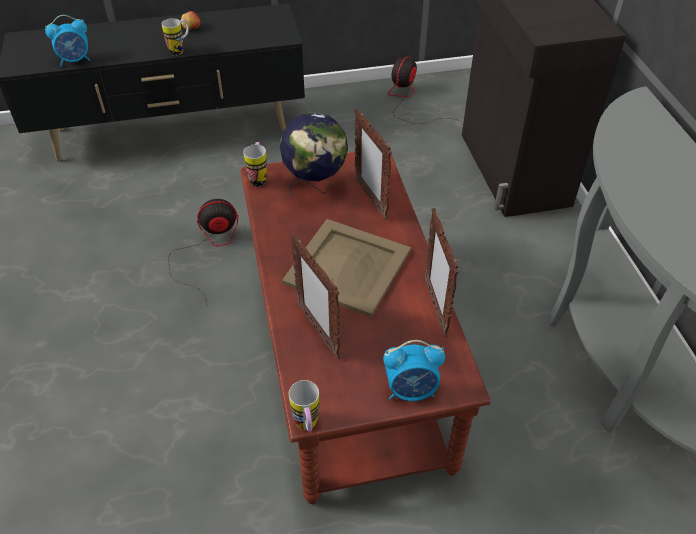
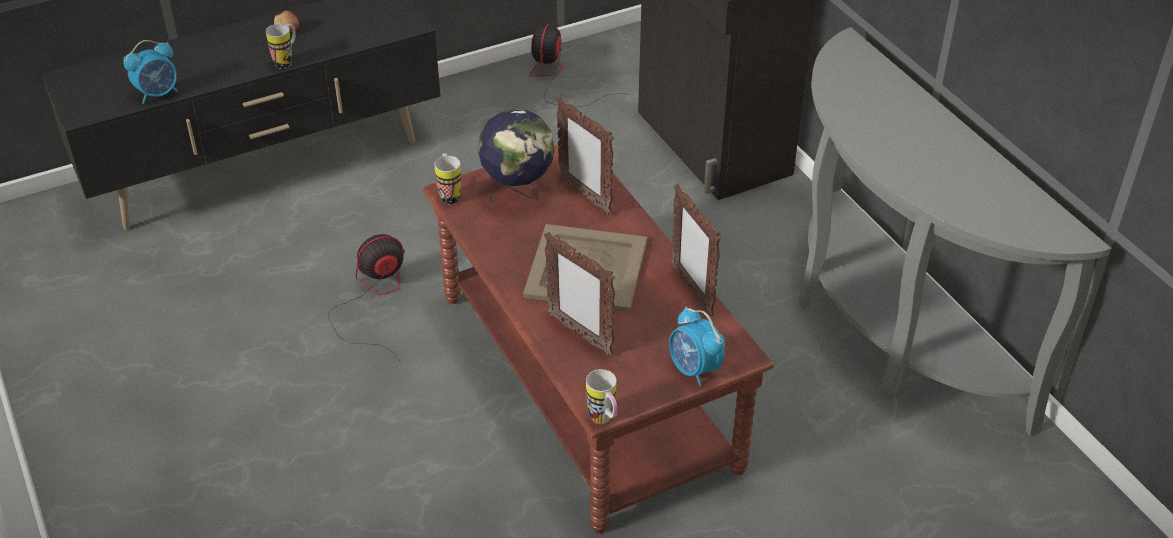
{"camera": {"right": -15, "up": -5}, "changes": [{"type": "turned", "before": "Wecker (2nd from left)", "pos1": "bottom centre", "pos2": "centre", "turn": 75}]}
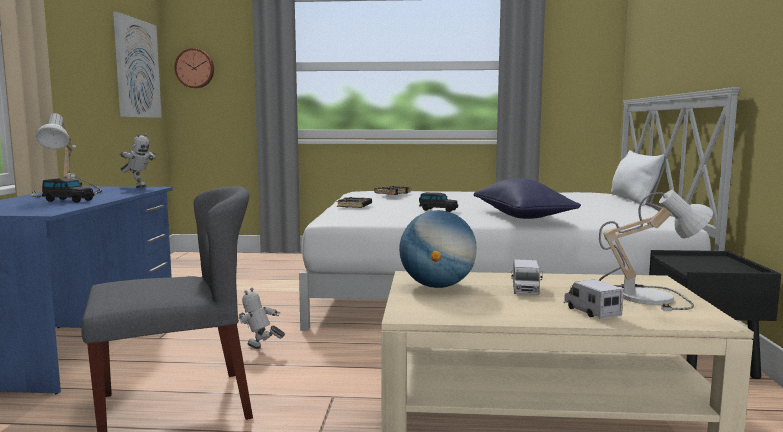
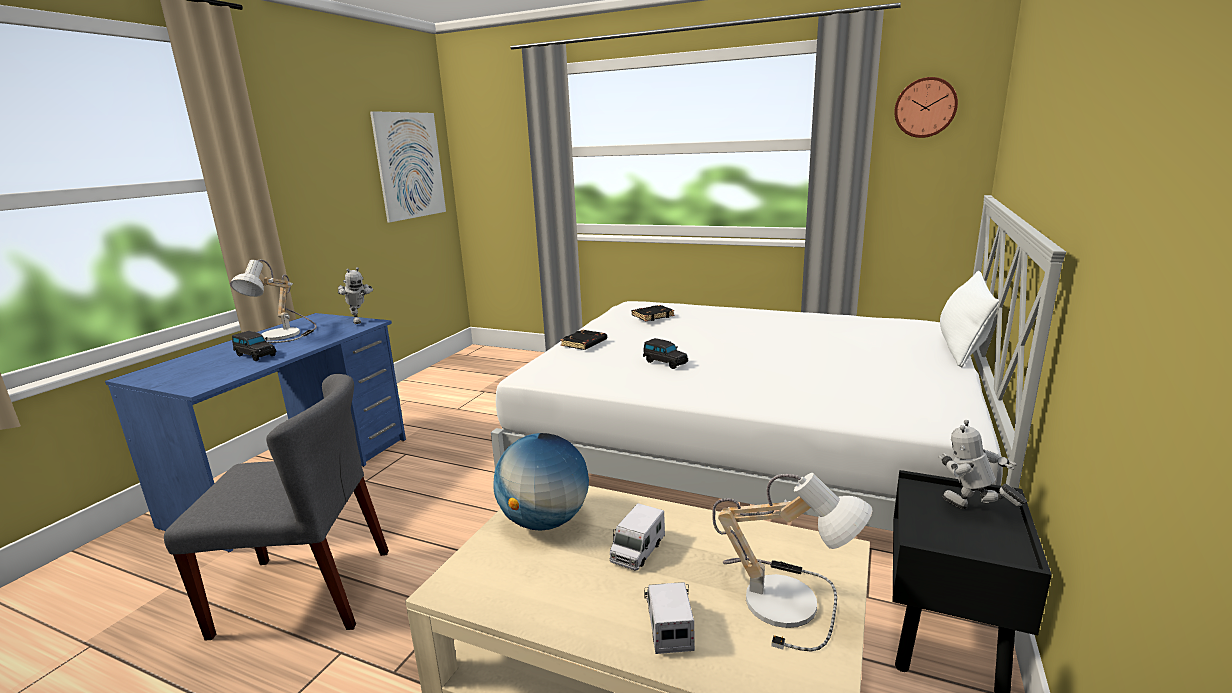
{"camera": {"right": 20, "up": 10}, "changes": [{"type": "moved", "before": "Wanduhr", "pos1": "top left", "pos2": "top right"}, {"type": "moved", "before": "Spielzeugroboter (2nd from left)", "pos1": "bottom centre", "pos2": "bottom right"}, {"type": "removed", "before": "Kissen (blau)", "pos1": "middle right"}]}
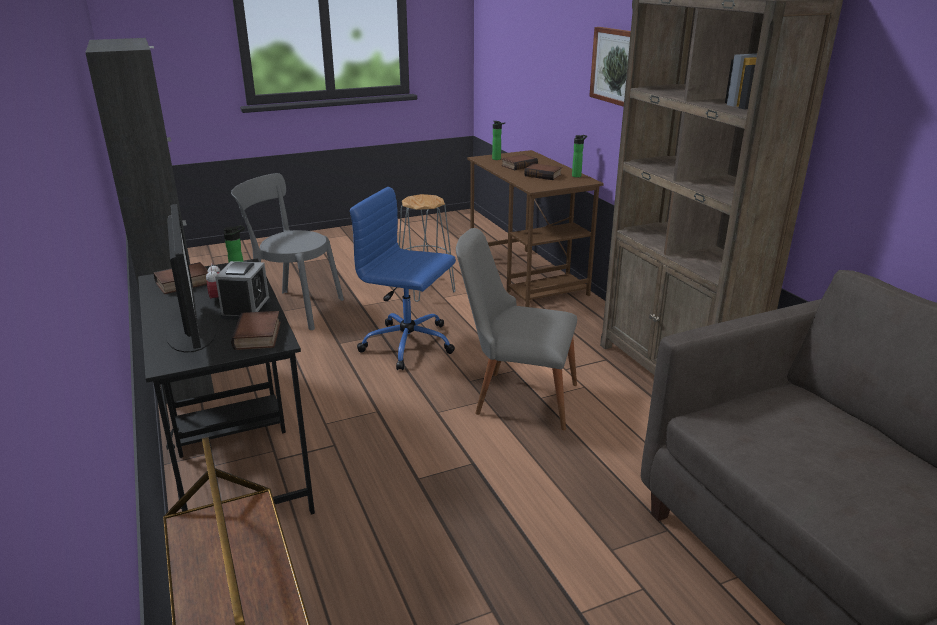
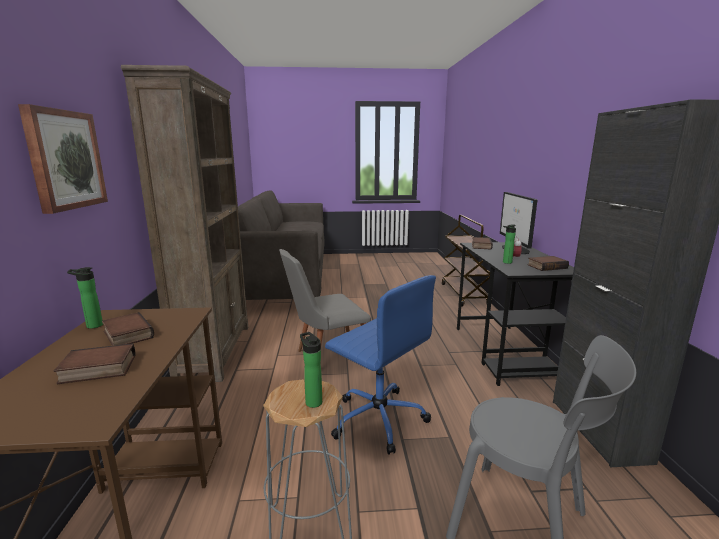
{"camera": {"right": -160, "up": -10}, "changes": [{"type": "removed", "before": "Wecker (2nd from left)", "pos1": "middle left"}, {"type": "turned", "before": "Stuhl (grau) (2nd from left in the first image)", "pos1": "centre", "pos2": "centre", "turn": 120}, {"type": "moved", "before": "Flasche (2nd from left)", "pos1": "top centre", "pos2": "bottom centre"}]}
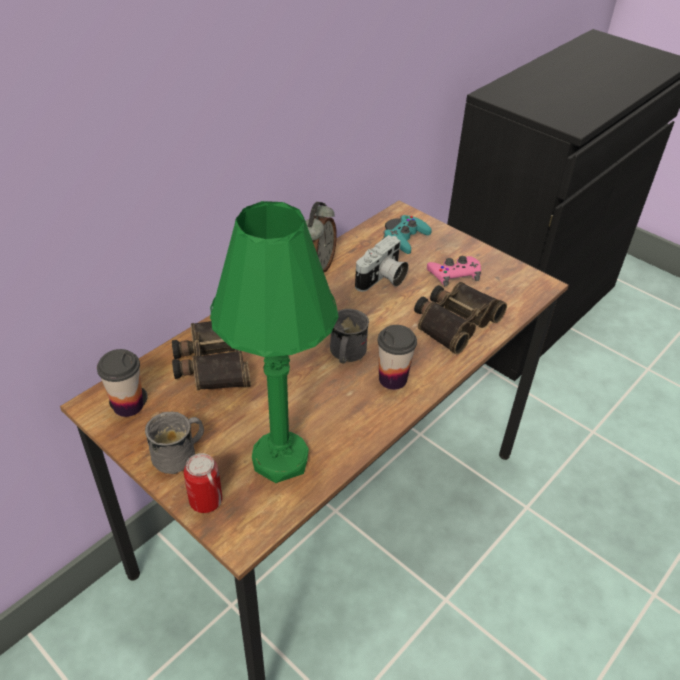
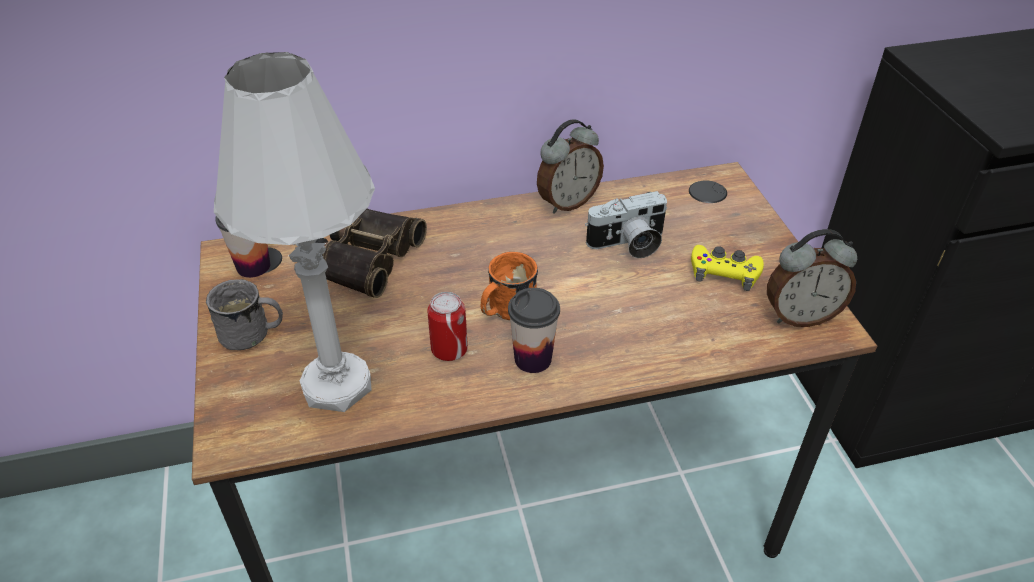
{"camera": {"right": 35, "up": 0}, "changes": [{"type": "moved", "before": "Dose", "pos1": "bottom left", "pos2": "centre"}, {"type": "recoloured", "before": "Tischlampe (grün)", "after": "Tischlampe (weiß)", "pos1": "centre", "pos2": "middle left"}, {"type": "recoloured", "before": "Henkelbecher (grau) (2nd from left)", "after": "Henkelbecher (orange)", "pos1": "centre", "pos2": "centre"}, {"type": "removed", "before": "Gamepad (türkis)", "pos1": "centre"}, {"type": "removed", "before": "Fernglas (2nd from left)", "pos1": "middle right"}, {"type": "recoloured", "before": "Gamepad (rosa)", "after": "Gamepad (gelb)", "pos1": "middle right", "pos2": "middle right"}, {"type": "added", "after": "Wecker (2nd from left)", "pos2": "middle right"}]}
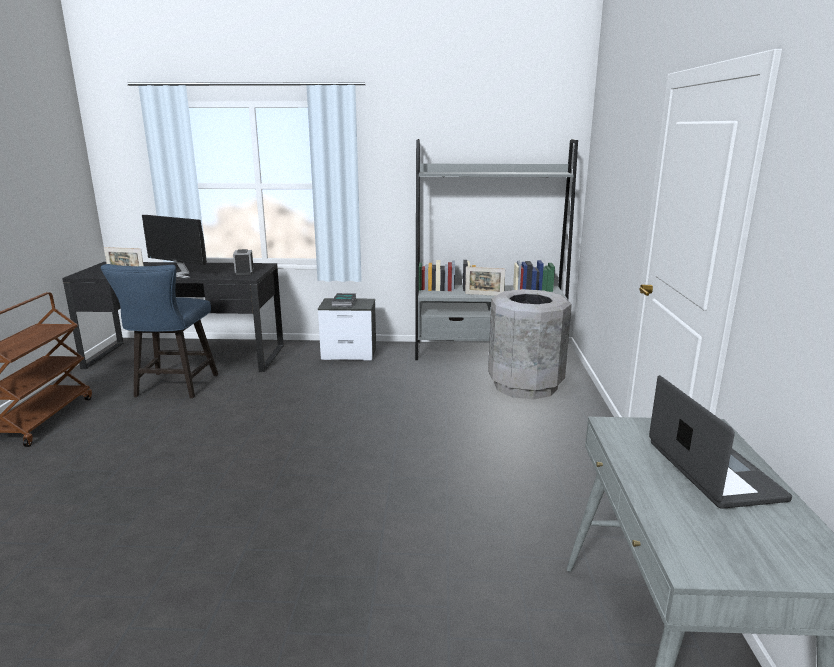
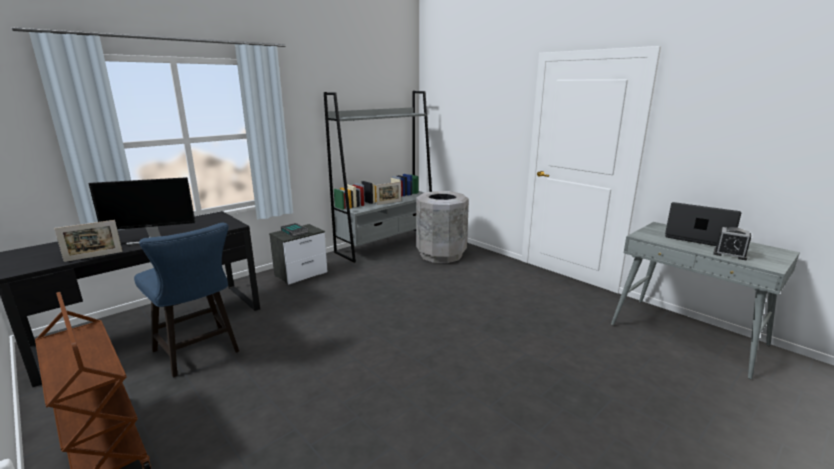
{"camera": {"right": -45, "up": 0}, "changes": [{"type": "moved", "before": "Wecker", "pos1": "middle left", "pos2": "middle right"}]}
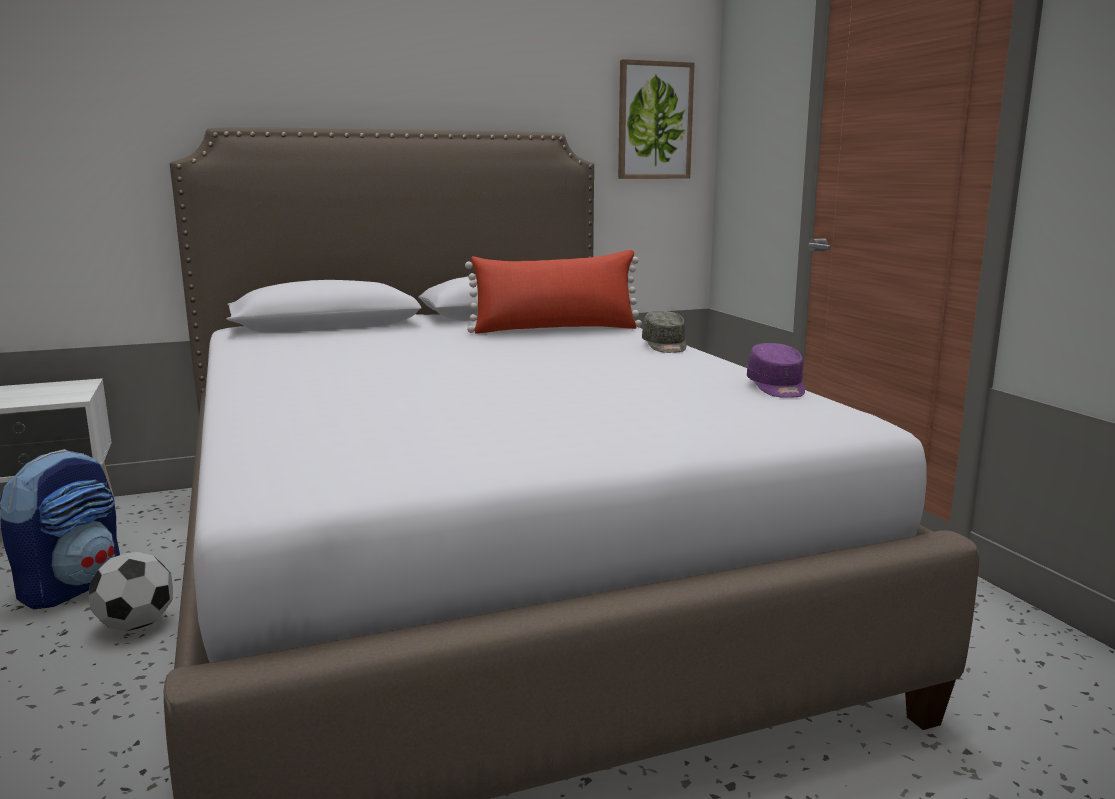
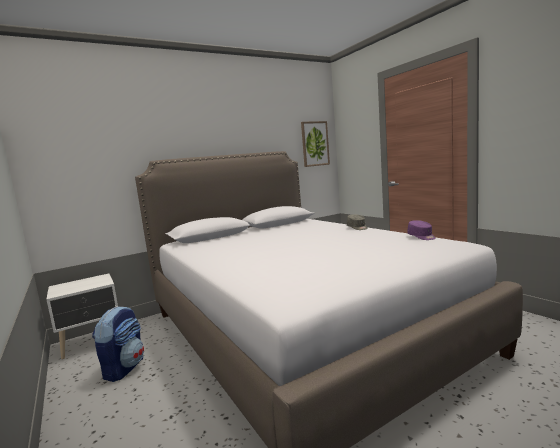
{"camera": {"right": -10, "up": -5}, "changes": [{"type": "removed", "before": "Fußball", "pos1": "bottom left"}, {"type": "removed", "before": "Kissen (rot)", "pos1": "centre"}]}
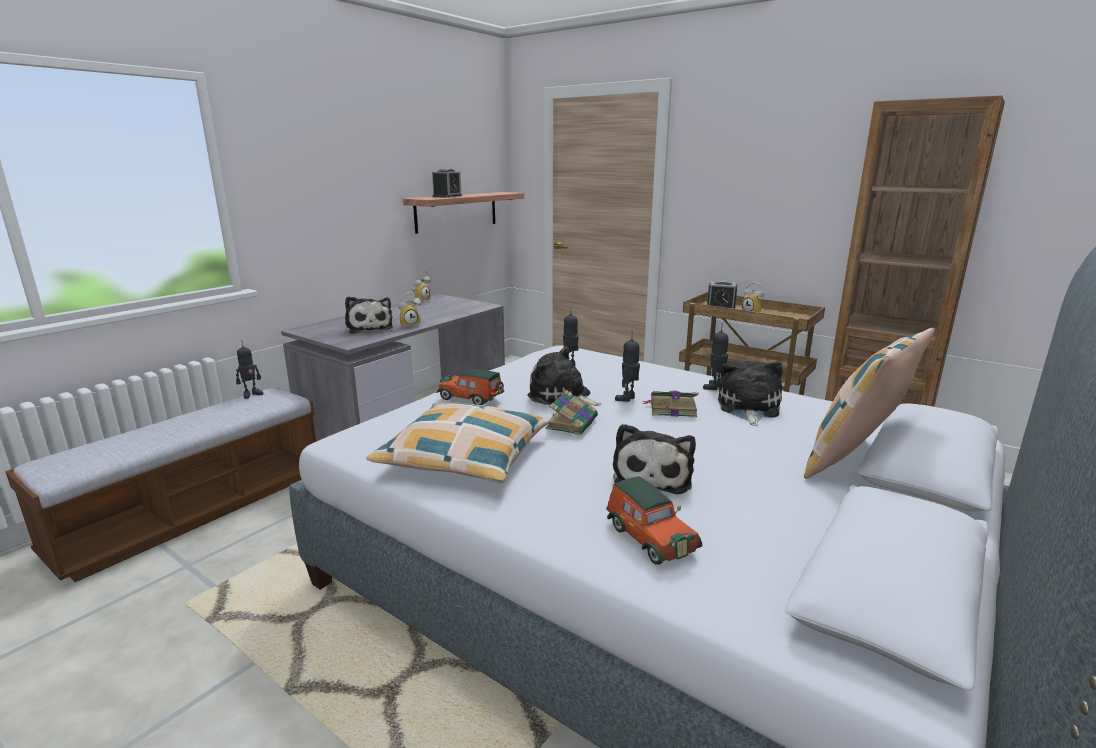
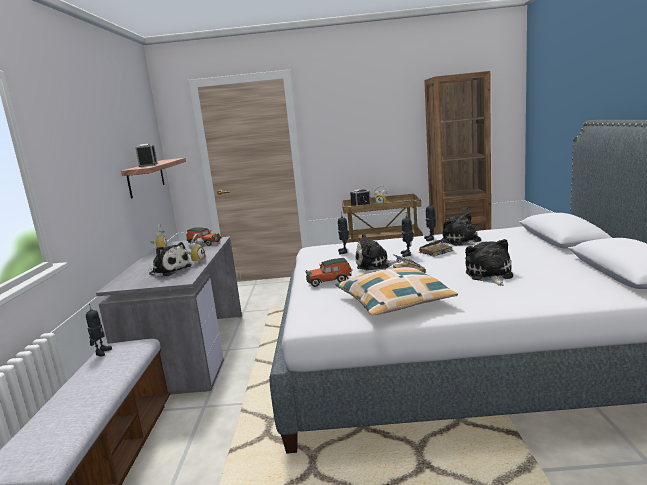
{"camera": {"right": -35, "up": -5}, "changes": [{"type": "moved", "before": "Spielzeugauto (2nd from left in the first image)", "after": "Spielzeugauto (1st from left)", "pos1": "bottom centre", "pos2": "middle left"}, {"type": "turned", "before": "Plüschtier (3rd from left in the first image)", "pos1": "centre", "pos2": "middle right", "turn": -150}, {"type": "removed", "before": "Kissen (2nd from left)", "pos1": "middle right"}]}
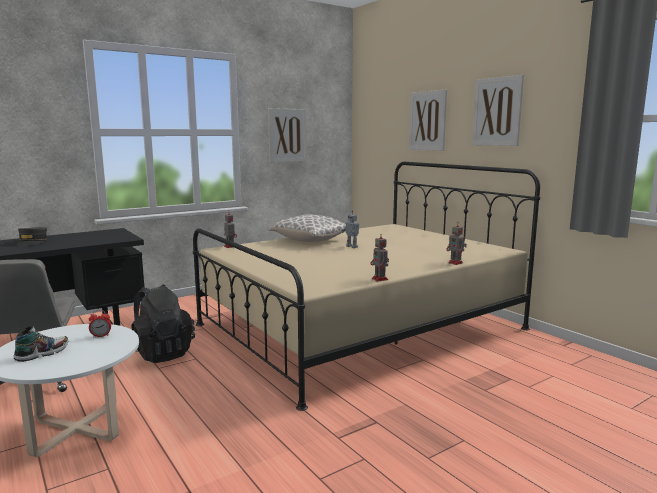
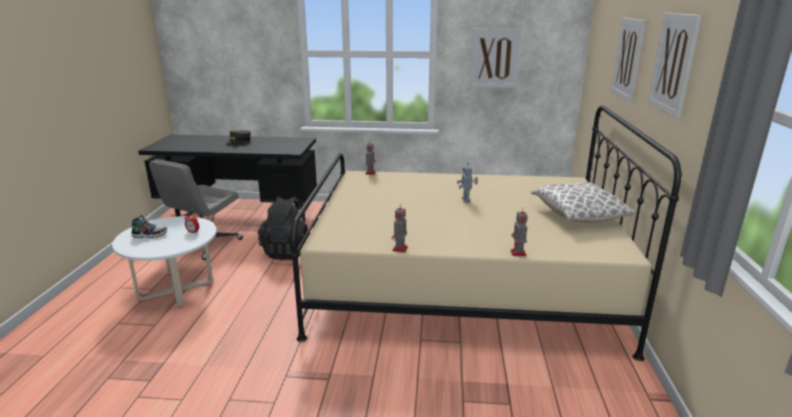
{"camera": {"right": 40, "up": 10}, "changes": [{"type": "moved", "before": "Kissen", "pos1": "centre", "pos2": "middle right"}]}
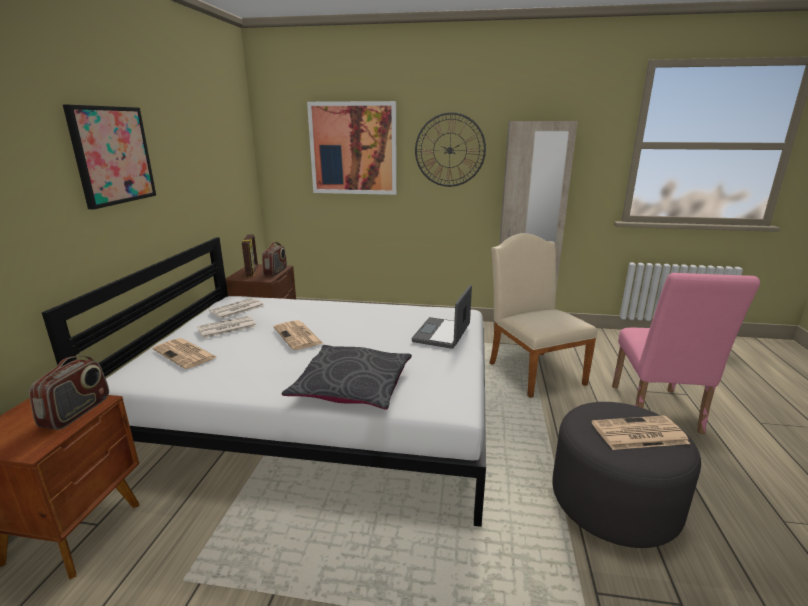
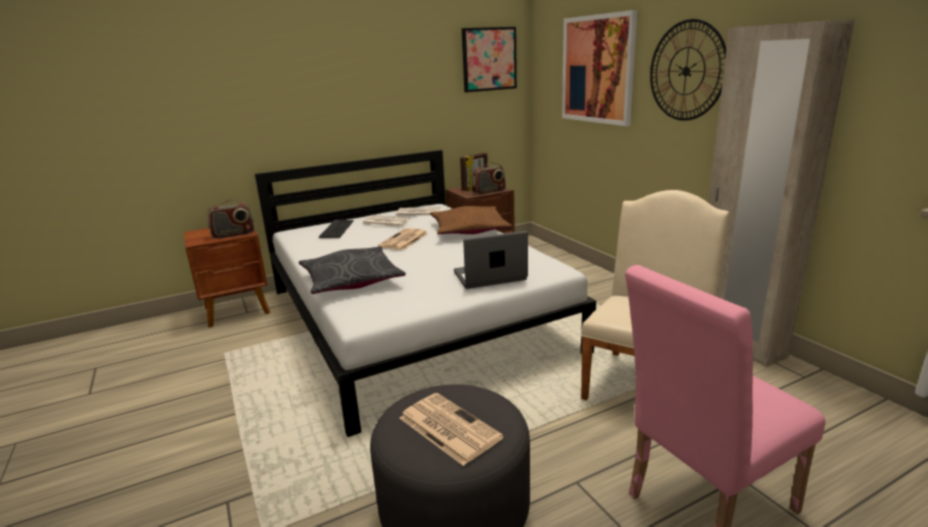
{"camera": {"right": 55, "up": 0}, "changes": [{"type": "moved", "before": "Bild (1st from left)", "pos1": "top left", "pos2": "top centre"}, {"type": "replaced", "before": "Zeitung (1st from left)", "after": "Tastatur", "pos1": "middle left", "pos2": "centre"}, {"type": "added", "after": "Kissen (braun)", "pos2": "centre"}]}
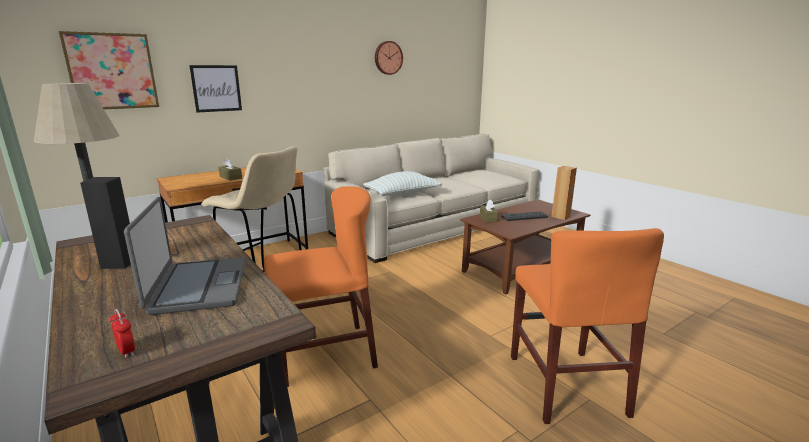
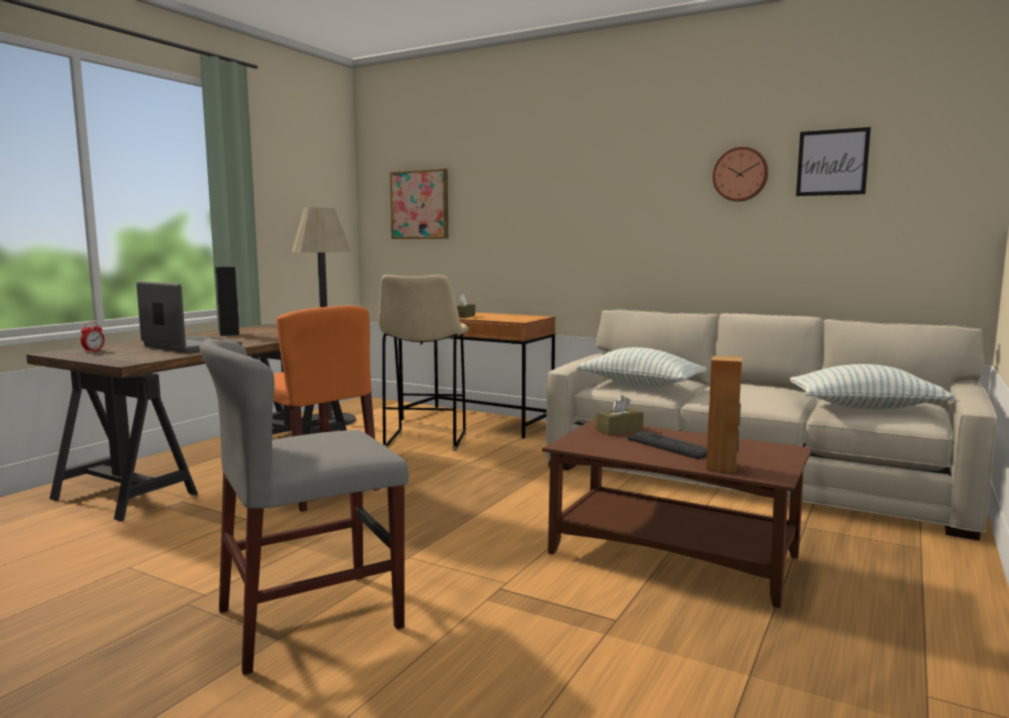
{"camera": {"right": 65, "up": -10}, "changes": [{"type": "turned", "before": "Laptop", "pos1": "middle left", "pos2": "middle left", "turn": -105}, {"type": "moved", "before": "Bild (2nd from left)", "pos1": "top left", "pos2": "top right"}, {"type": "recoloured", "before": "Stuhl (orange) (2nd from left)", "after": "Stuhl (grau)", "pos1": "bottom right", "pos2": "bottom left"}, {"type": "added", "after": "Kissen (2nd from left)", "pos2": "middle right"}]}
